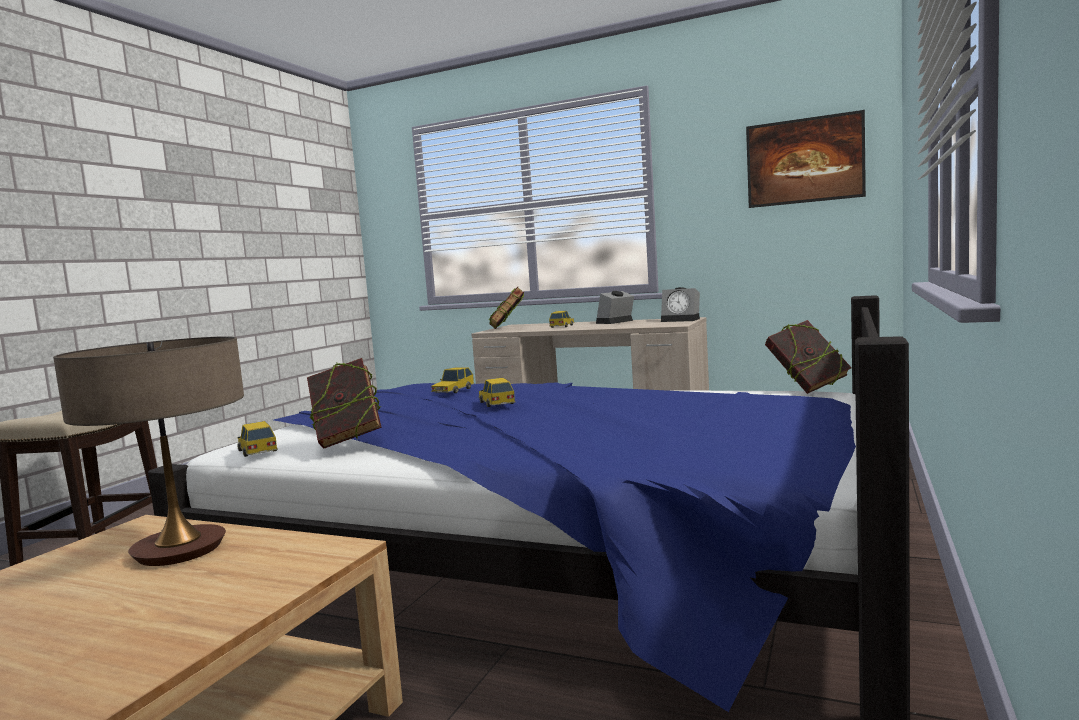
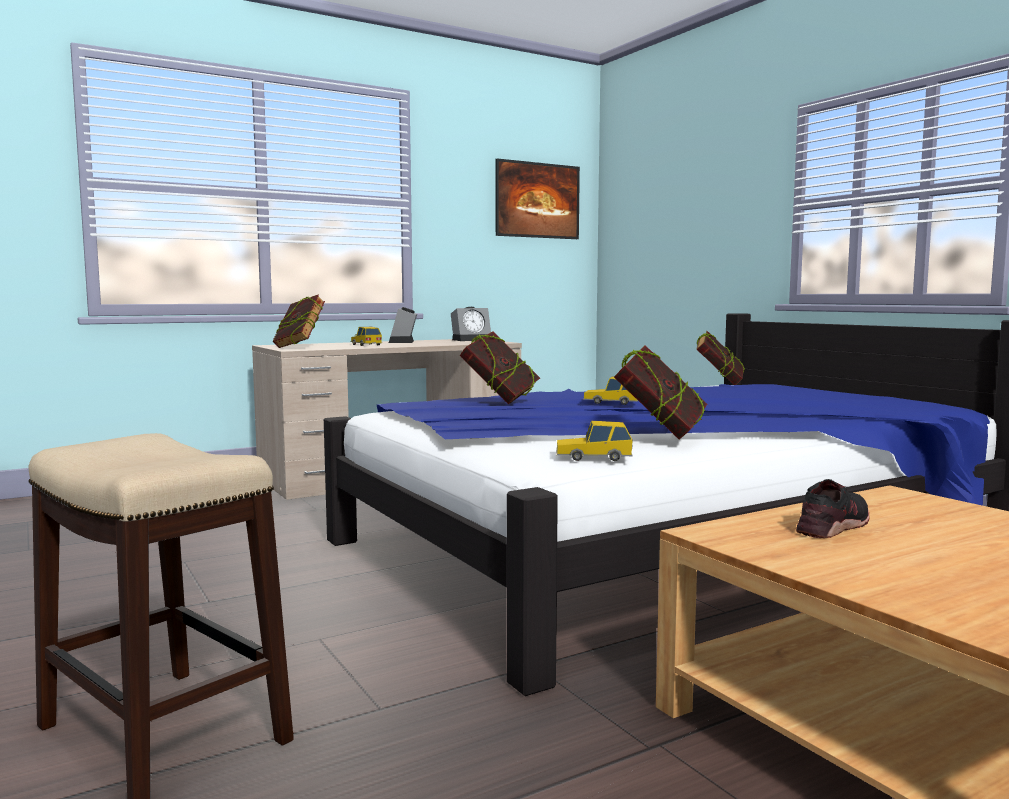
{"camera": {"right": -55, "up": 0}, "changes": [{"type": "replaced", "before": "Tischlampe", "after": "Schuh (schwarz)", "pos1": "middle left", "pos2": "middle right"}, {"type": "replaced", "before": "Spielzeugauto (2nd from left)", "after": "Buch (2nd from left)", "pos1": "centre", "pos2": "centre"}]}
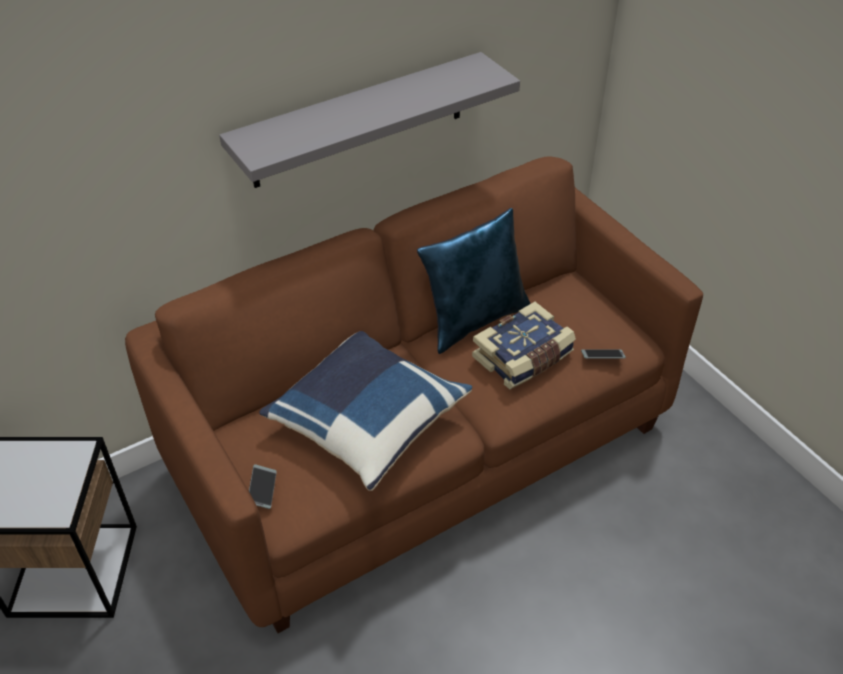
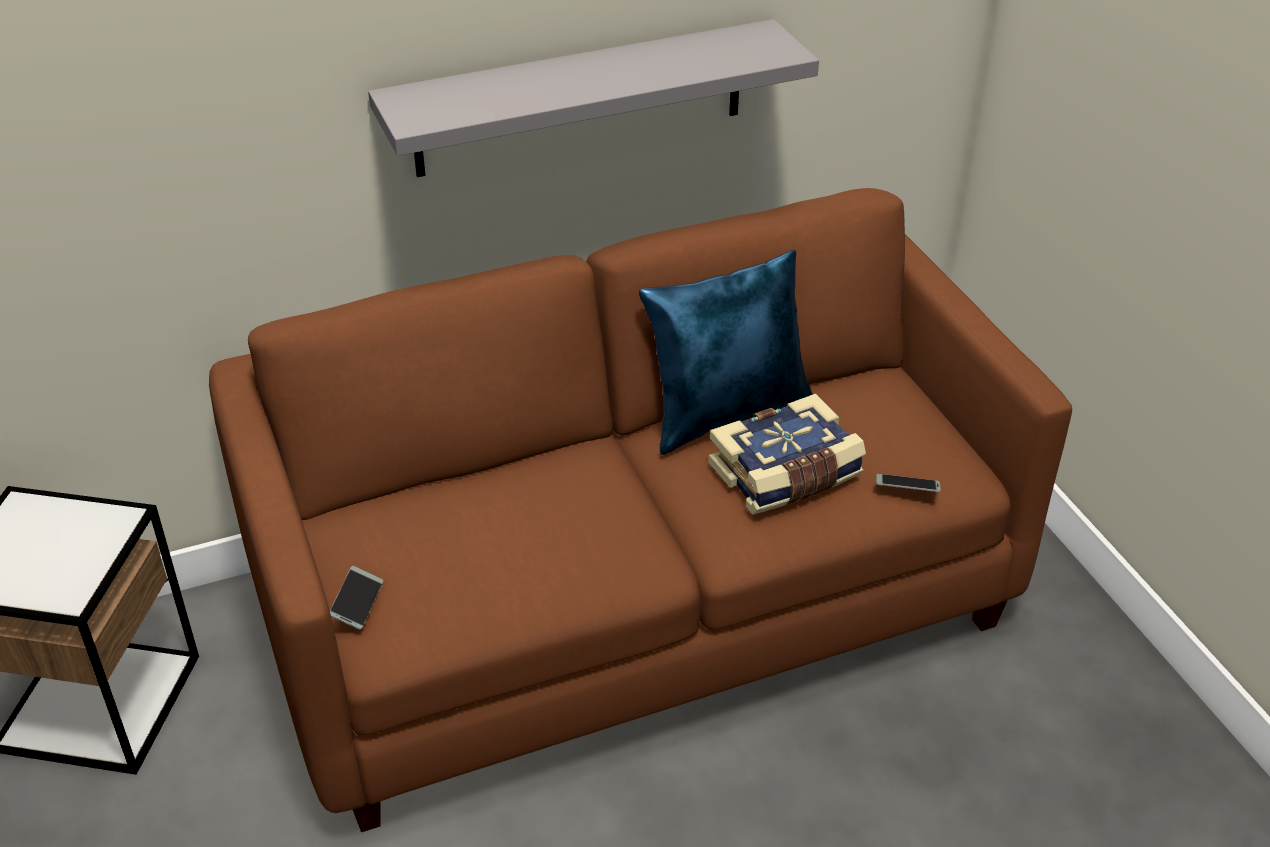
{"camera": {"right": 10, "up": -5}, "changes": [{"type": "removed", "before": "Kissen (blau) (1st from left)", "pos1": "centre"}]}
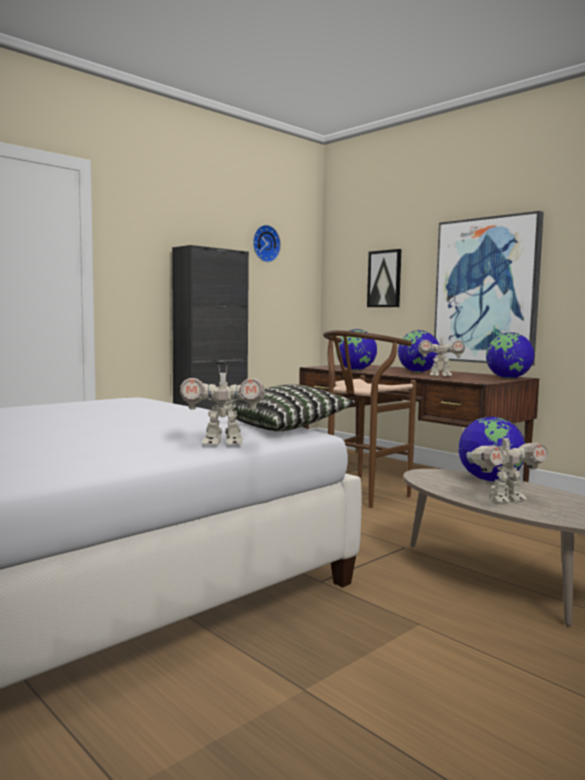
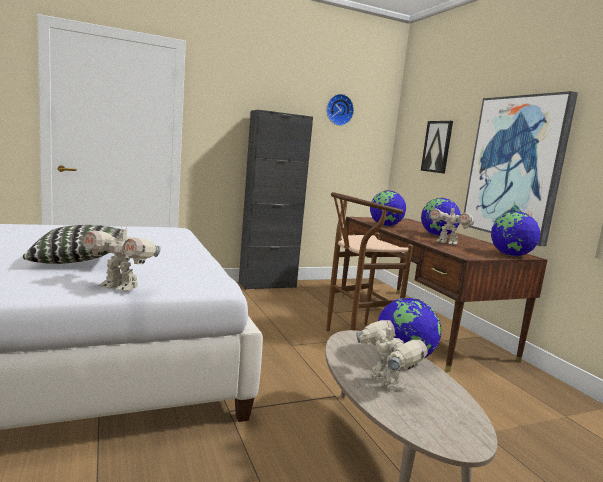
{"camera": {"right": 20, "up": 5}, "changes": [{"type": "moved", "before": "Kissen", "pos1": "centre", "pos2": "middle left"}, {"type": "turned", "before": "Spielzeugroboter (3rd from left in the first image)", "pos1": "middle right", "pos2": "bottom centre", "turn": -120}]}
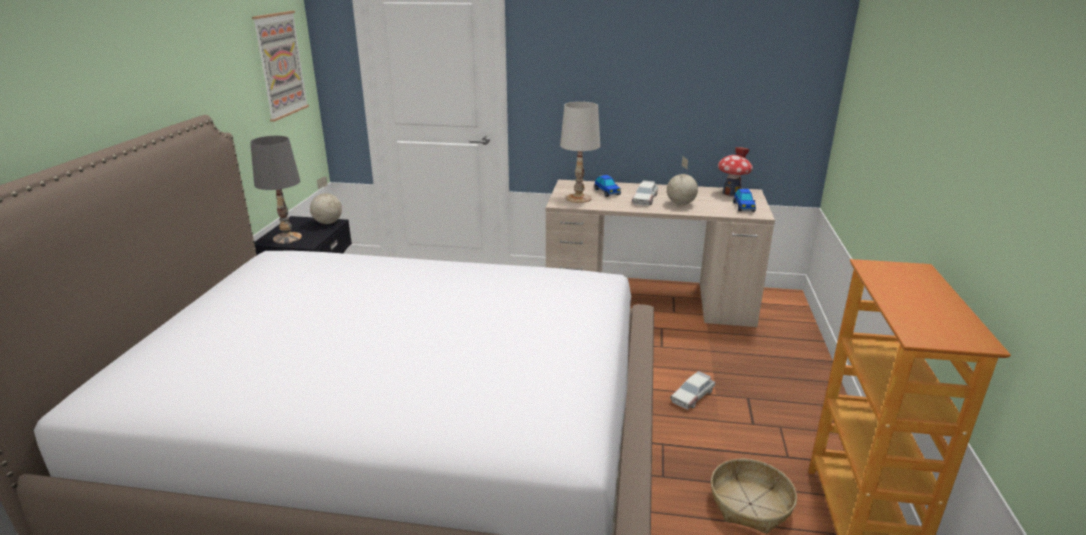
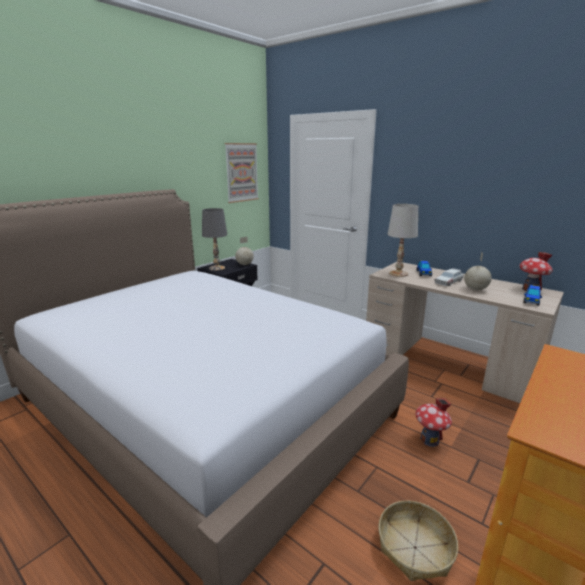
{"camera": {"right": 30, "up": -5}, "changes": [{"type": "replaced", "before": "Spielzeugauto (3rd from left)", "after": "Spielzeughaus (1st from left)", "pos1": "bottom centre", "pos2": "bottom right"}]}
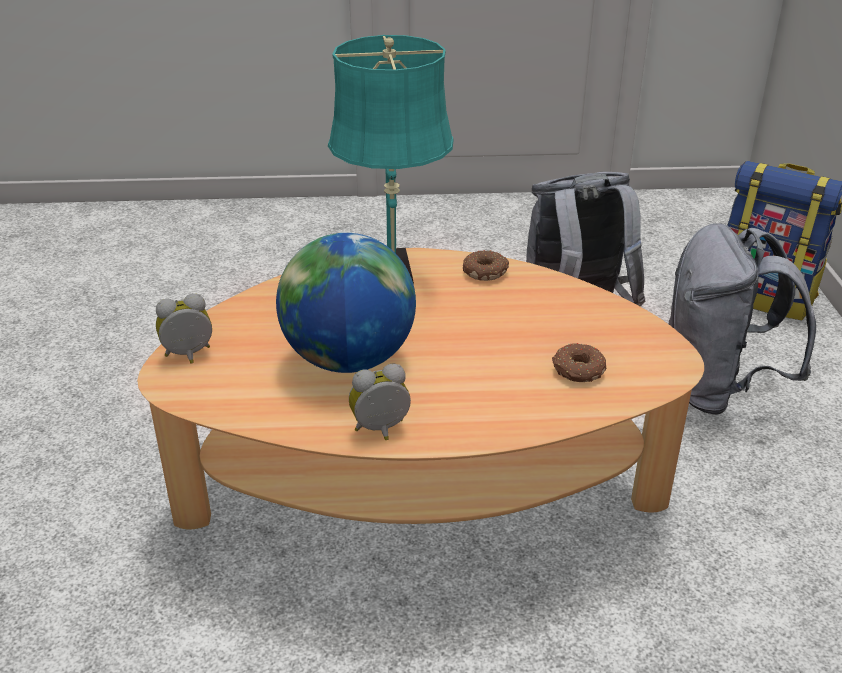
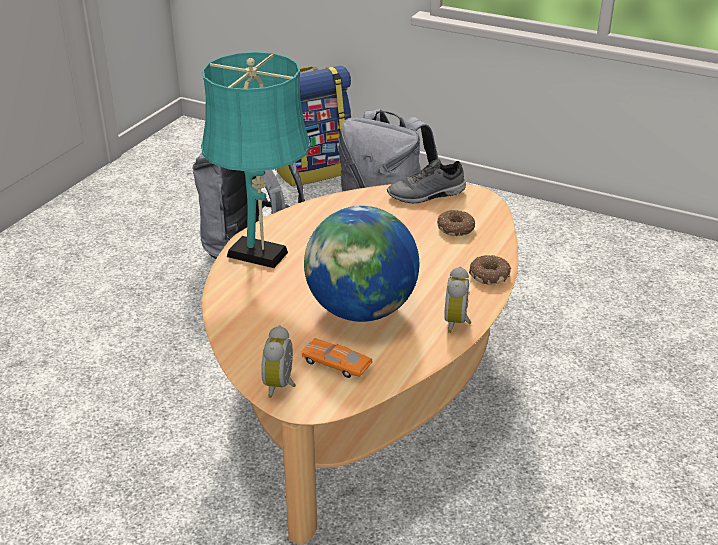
{"camera": {"right": -60, "up": 0}, "changes": [{"type": "moved", "before": "Donut (1st from left in the first image)", "after": "Donut (2nd from left)", "pos1": "centre", "pos2": "middle right"}, {"type": "added", "after": "Spielzeugauto (orange)", "pos2": "centre"}, {"type": "added", "after": "Schuh (grau)", "pos2": "top centre"}]}
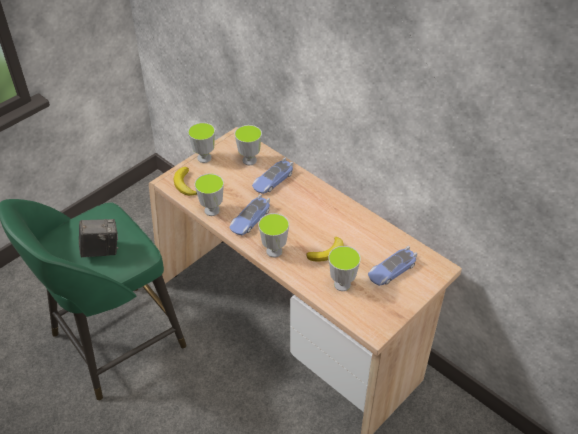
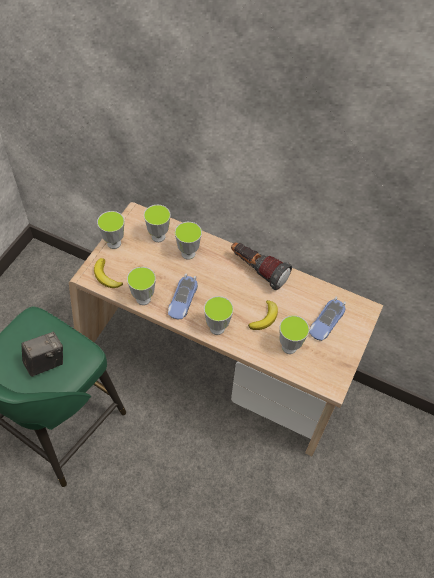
{"camera": {"right": -20, "up": 10}, "changes": [{"type": "replaced", "before": "Spielzeugauto (2nd from left)", "after": "Tasse (4th from left)", "pos1": "centre", "pos2": "centre"}, {"type": "added", "after": "Taschenlampe", "pos2": "centre"}]}
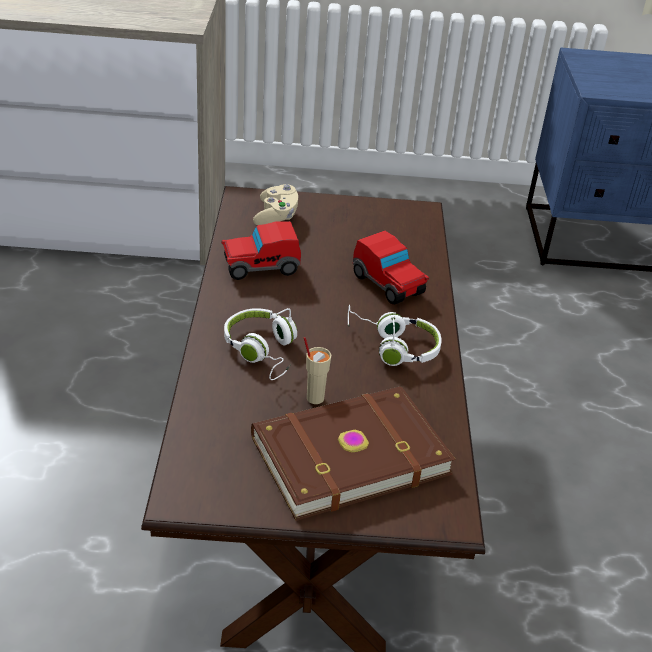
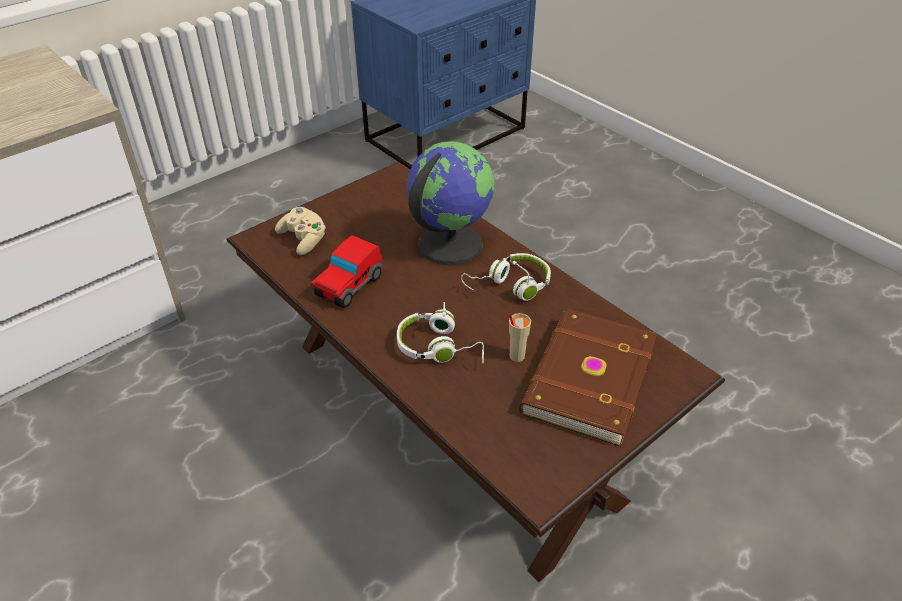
{"camera": {"right": -40, "up": 5}, "changes": [{"type": "replaced", "before": "Spielzeugauto (2nd from left)", "after": "Globus", "pos1": "centre", "pos2": "centre"}]}
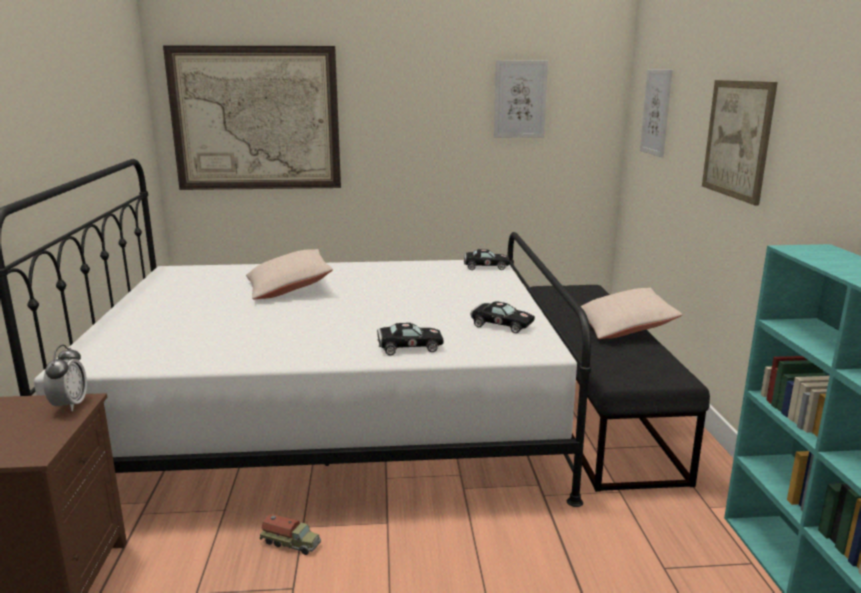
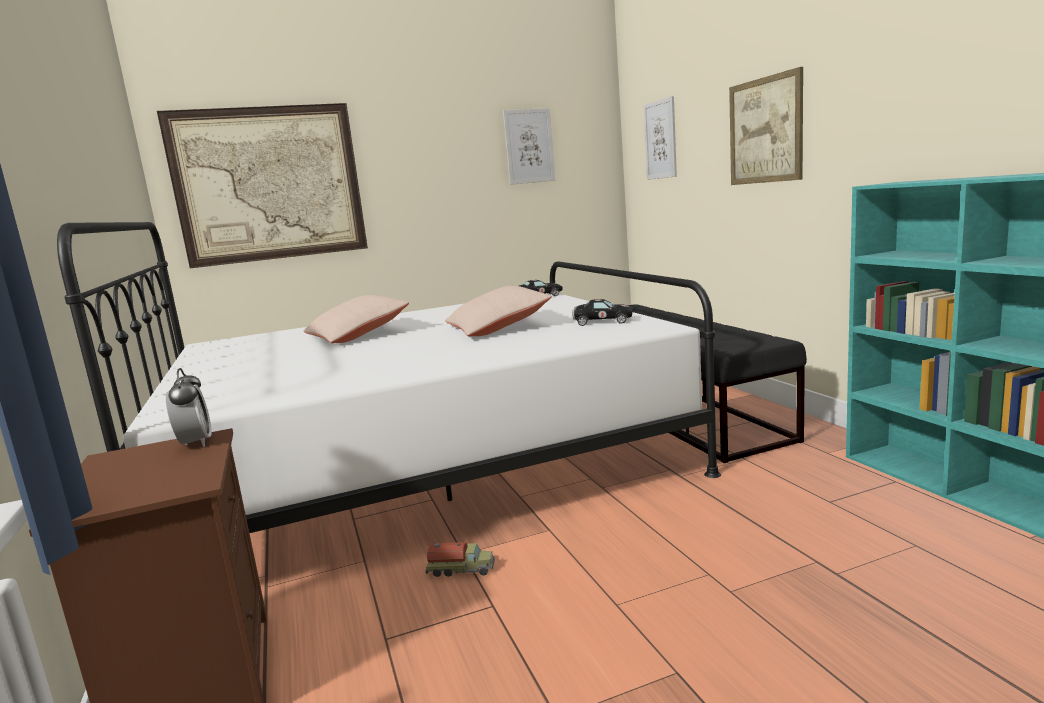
{"camera": {"right": -15, "up": -5}, "changes": [{"type": "removed", "before": "Spielzeugauto (schwarz) (1st from left)", "pos1": "centre"}, {"type": "moved", "before": "Kissen (beige) (2nd from left)", "pos1": "middle right", "pos2": "centre"}]}
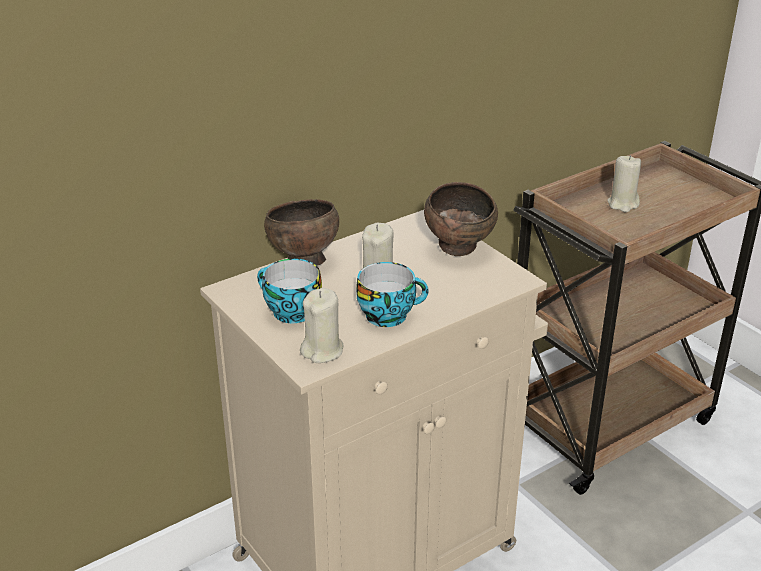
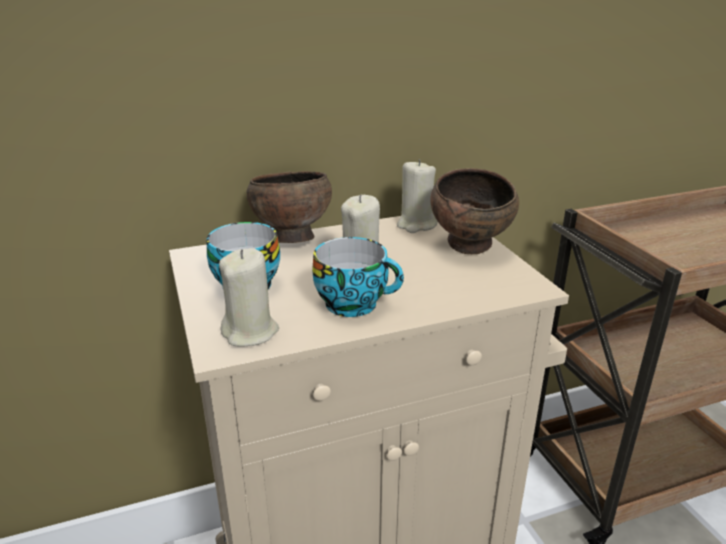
{"camera": {"right": 15, "up": -5}, "changes": [{"type": "moved", "before": "Kerze (beige) (3rd from left)", "pos1": "top right", "pos2": "centre"}]}
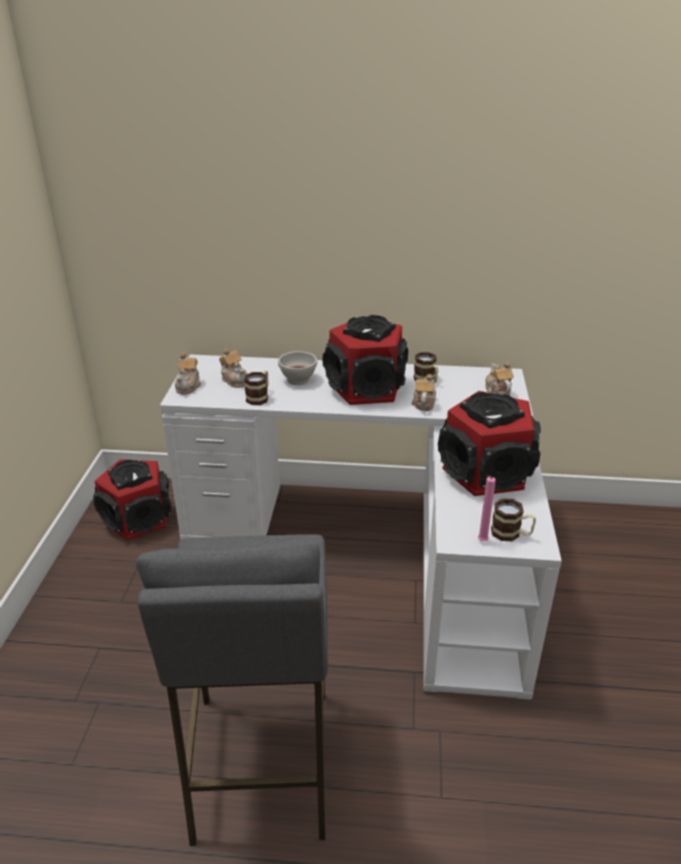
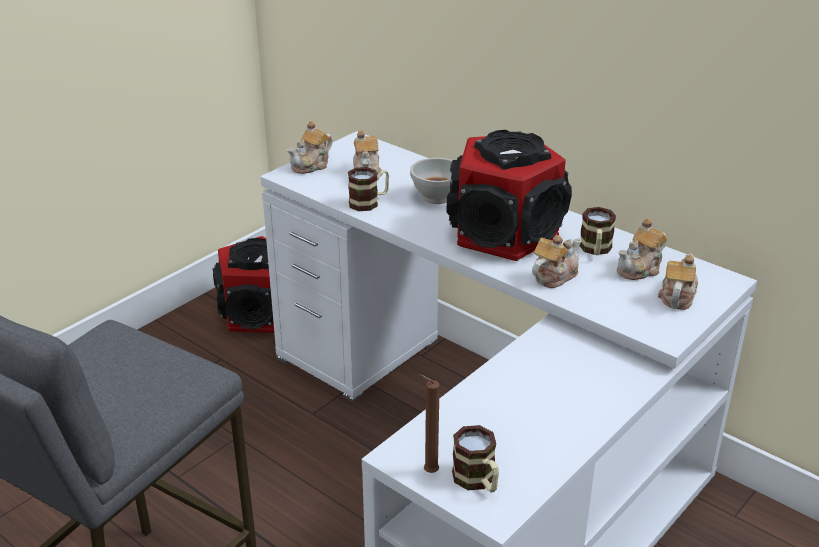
{"camera": {"right": 35, "up": 0}, "changes": [{"type": "removed", "before": "Lautsprecher (3rd from left)", "pos1": "middle right"}, {"type": "recoloured", "before": "Kerze (rosa)", "after": "Kerze (braun)", "pos1": "middle right", "pos2": "bottom centre"}, {"type": "added", "after": "Teekanne (4th from left)", "pos2": "middle right"}]}
